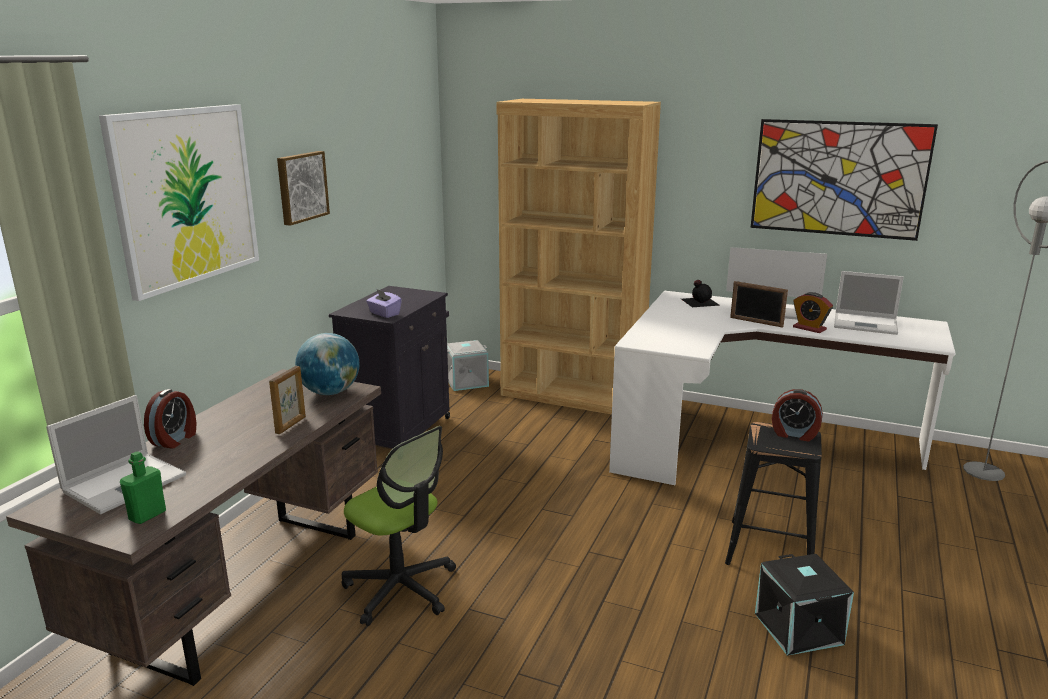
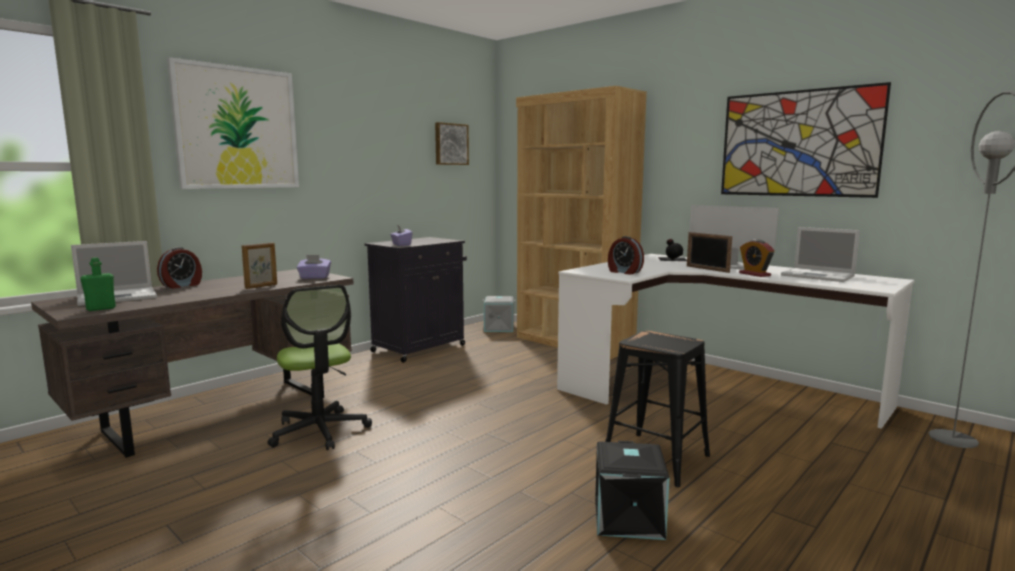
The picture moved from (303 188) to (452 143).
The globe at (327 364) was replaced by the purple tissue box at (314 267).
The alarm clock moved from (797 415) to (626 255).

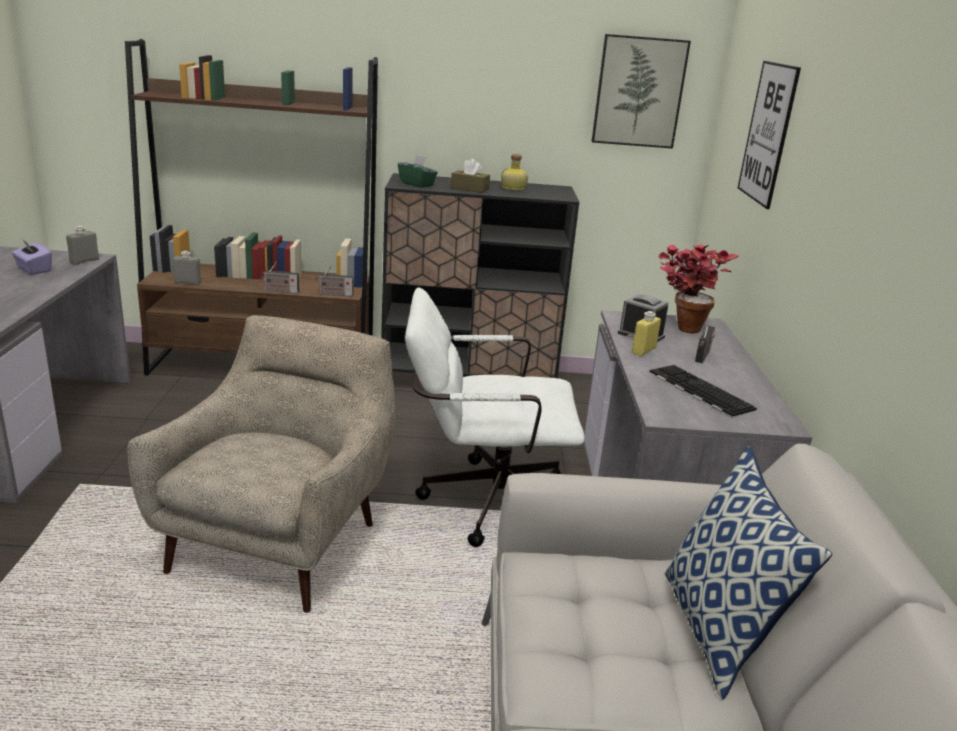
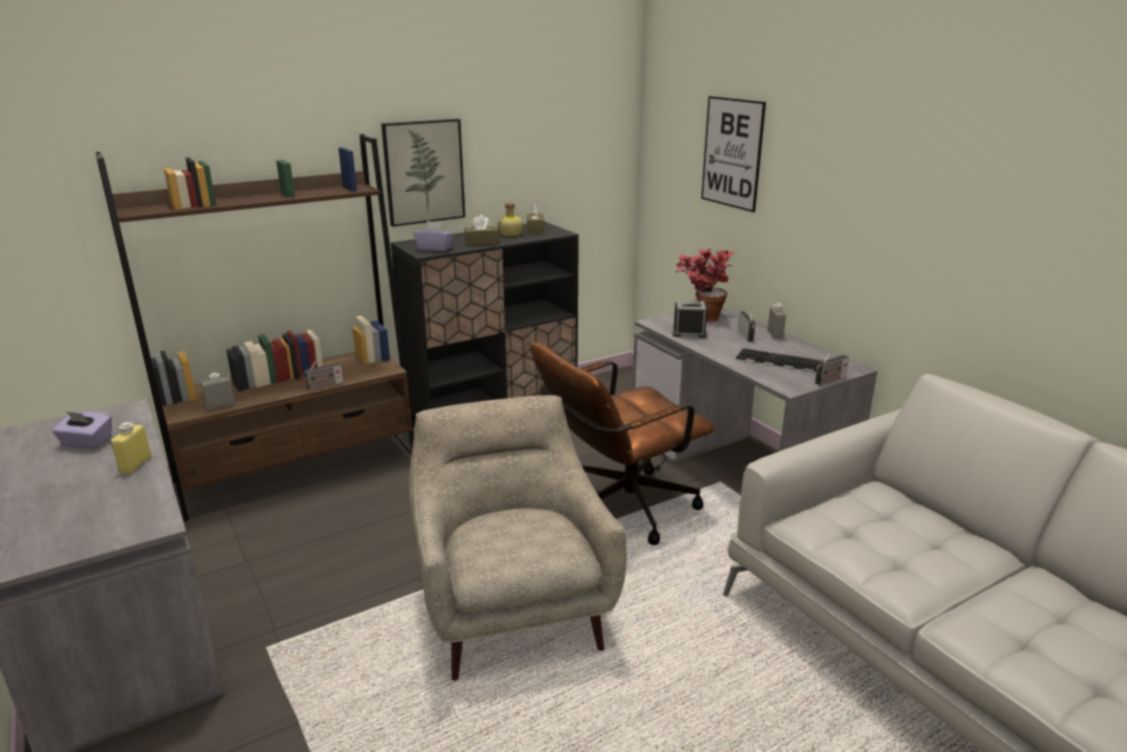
The grey bottle moved from (82 245) to (777 321).
The radio moved from (334 280) to (832 367).
The green tissue box at (418 171) became the purple tissue box at (433 236).
The white office chair at (495 417) became the brown office chair at (622 443).
The picture moved from (641 91) to (423 173).
The yellow bottle moved from (646 333) to (131 448).
The pillow at (748 573) disappeared.
The brown tissue box at (535 219) appeared.

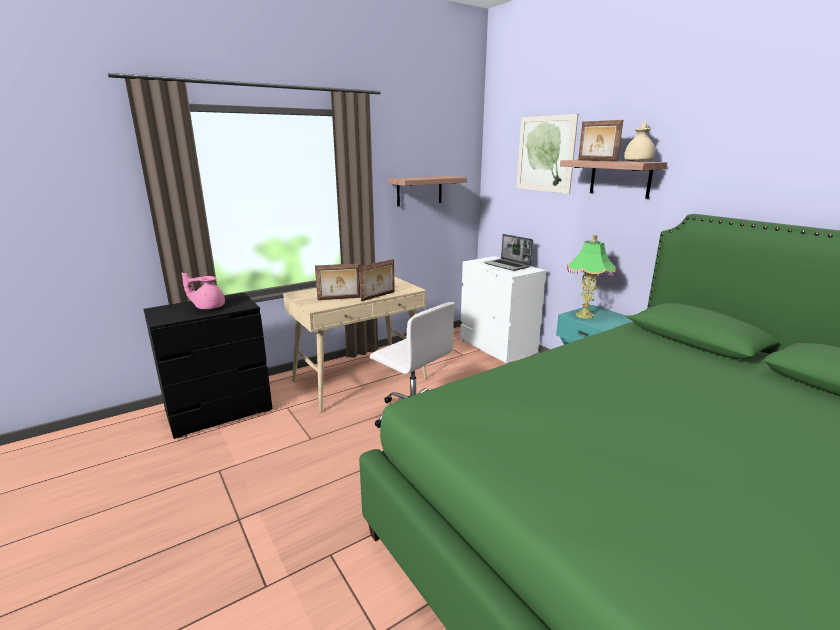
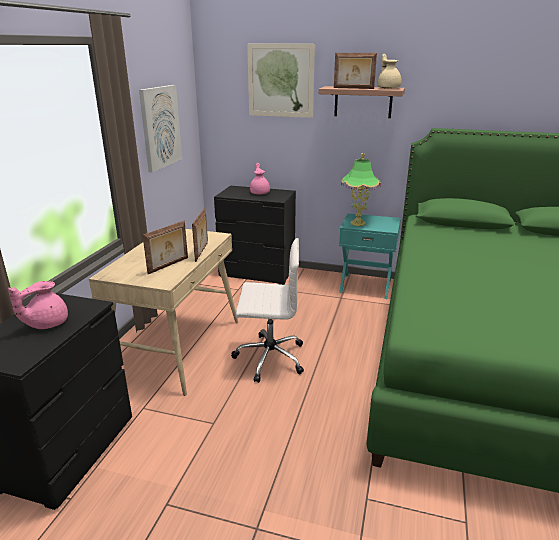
The shelf at (427 191) was replaced by the picture at (160 129).
The white dresser at (503 310) became the black dresser at (255 235).
The laptop at (508 252) was replaced by the pink teapot at (260 179).

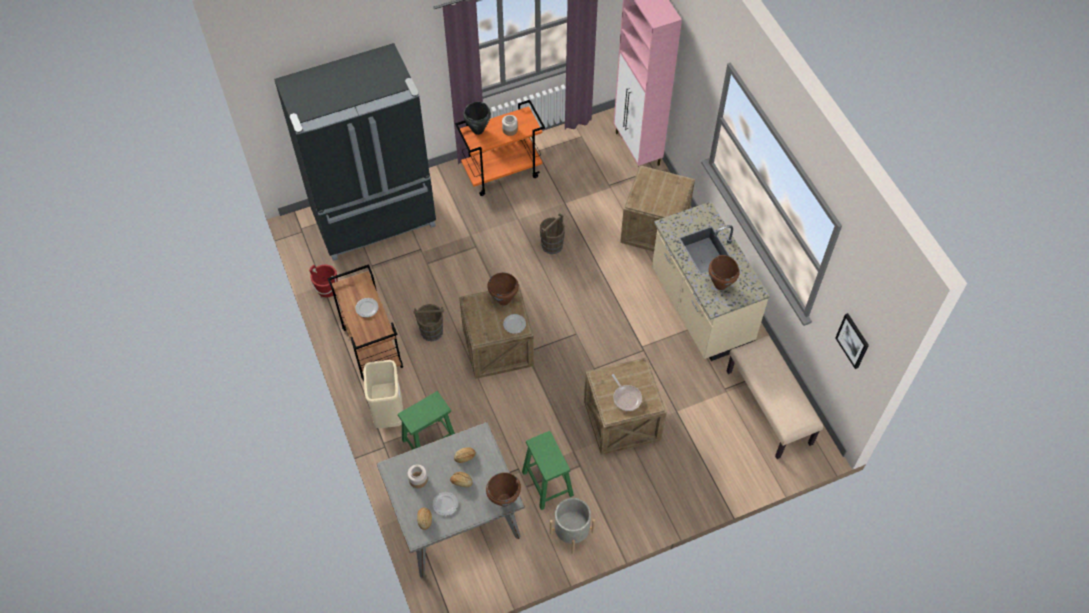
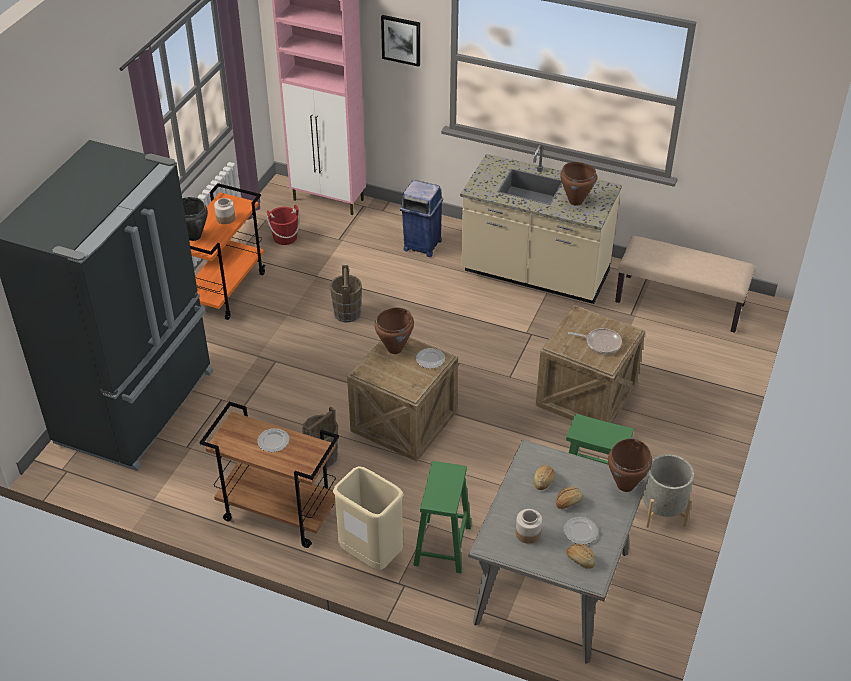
The red bucket moved from (323 281) to (283 225).
The crate at (657 208) was replaced by the blue trash can at (421 218).
The picture moved from (852 341) to (400 41).

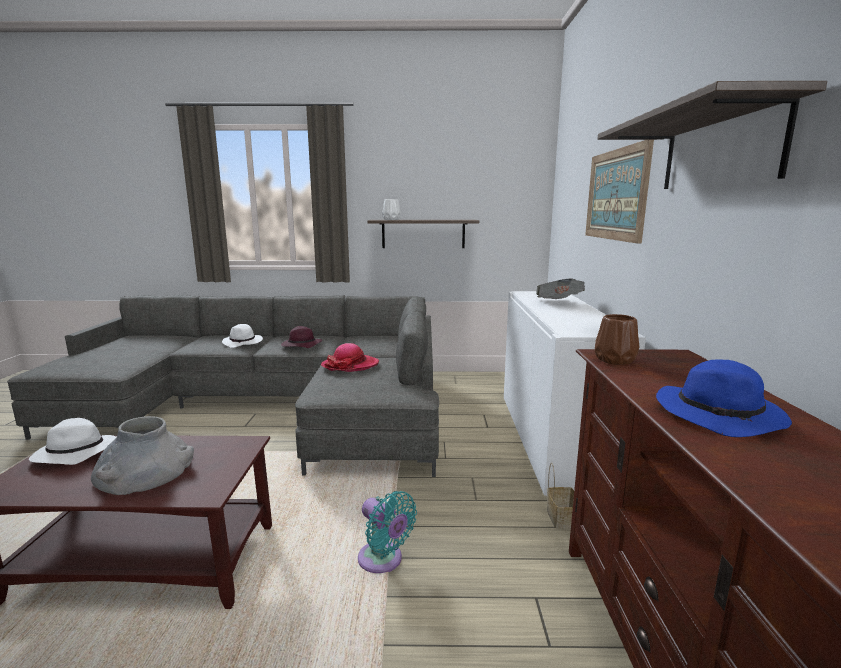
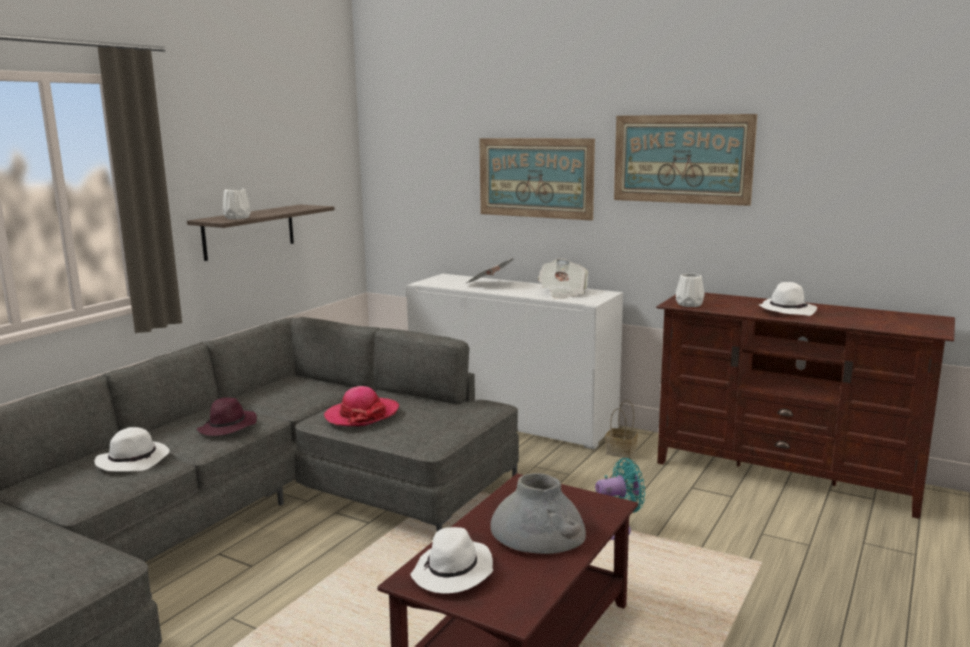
The brown vase at (617 339) became the white vase at (690 290).
The shelf at (712 135) was replaced by the picture at (685 160).
The blue hat at (724 398) became the white hat at (788 299).
The newspaper at (563 279) appeared.

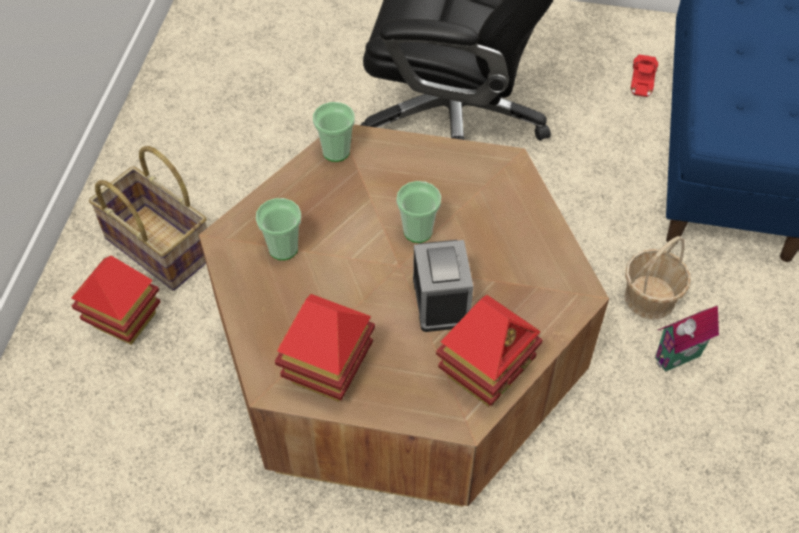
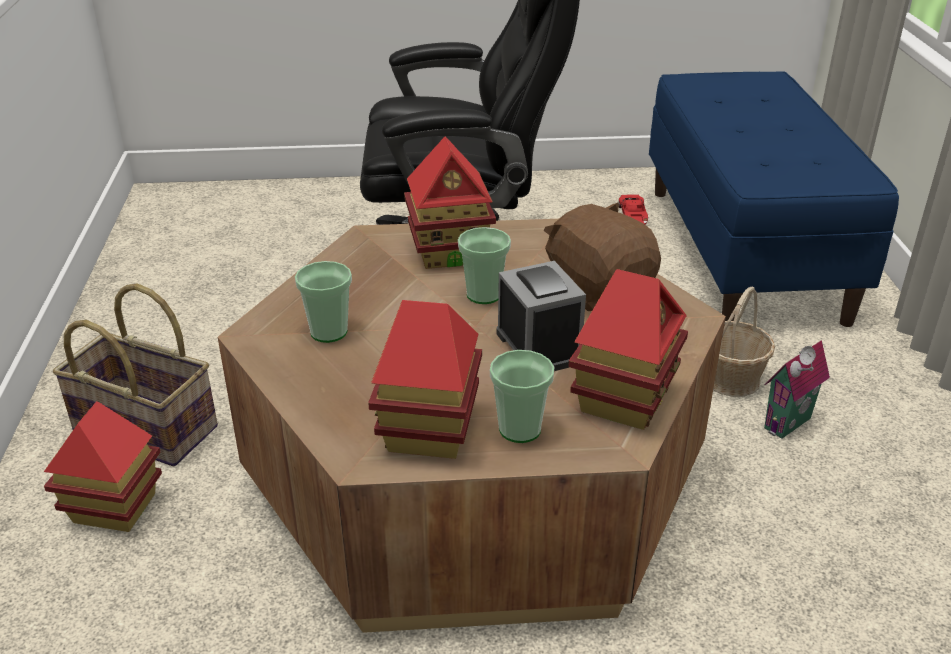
The cup moved from (334 132) to (522 396).
The toy house at (450 202) appeared.
The brown plush toy at (602 256) appeared.

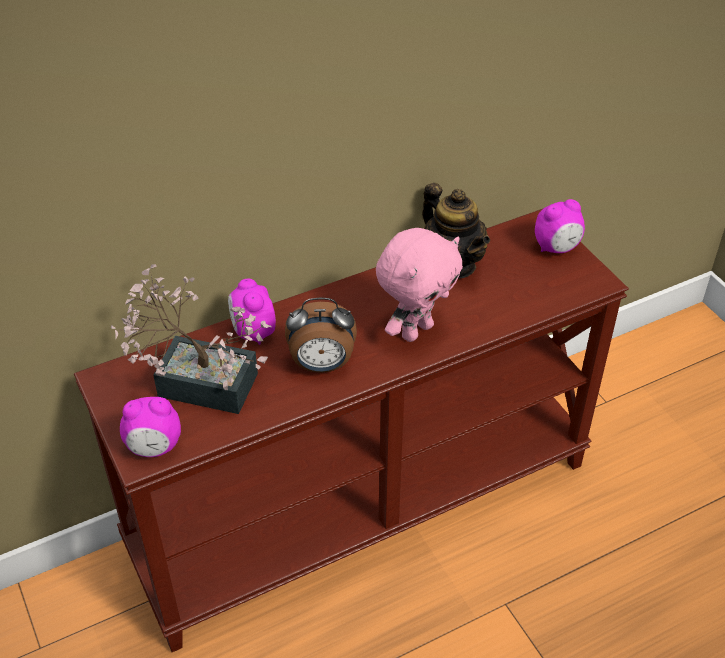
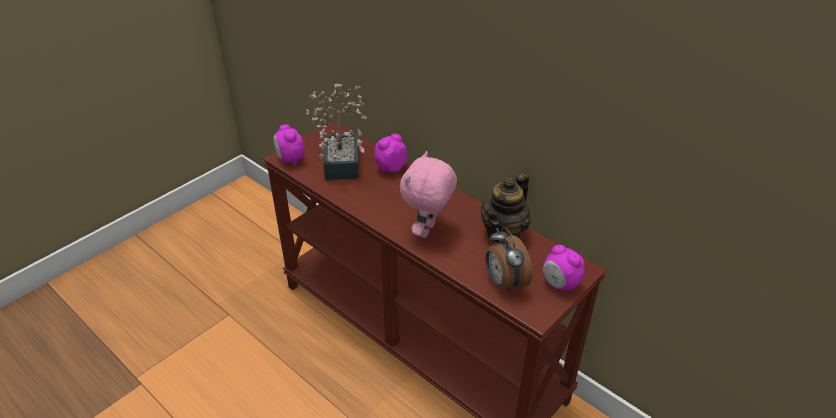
The alarm clock moved from (321 335) to (509 260).
The pink plush toy at (419 285) turned 90 degrees clockwise.

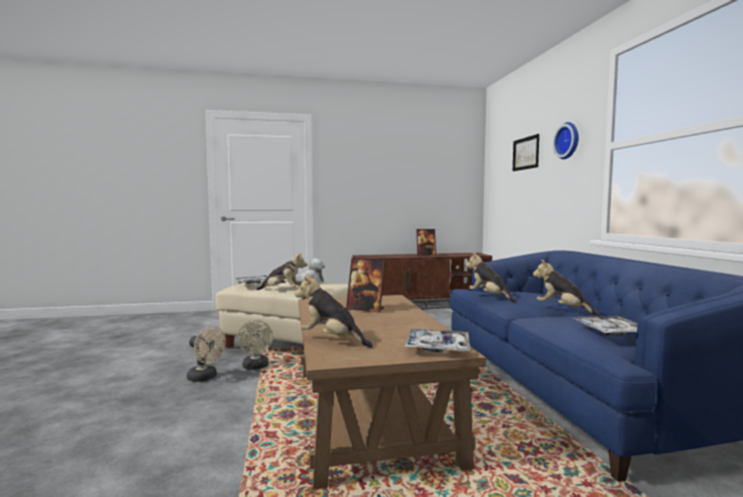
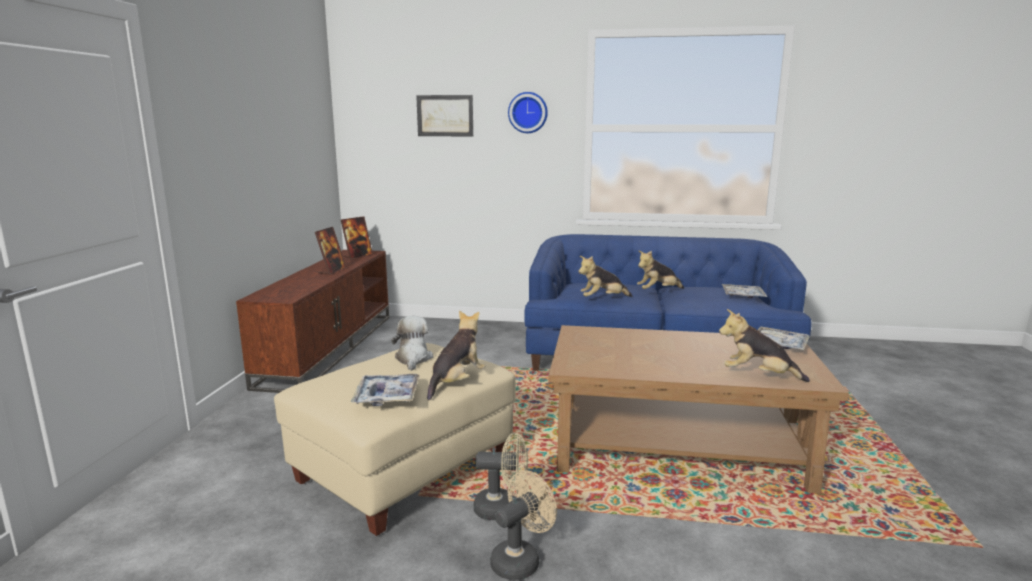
The plush toy at (334 311) turned 60 degrees clockwise.
The picture frame moved from (365 285) to (357 237).

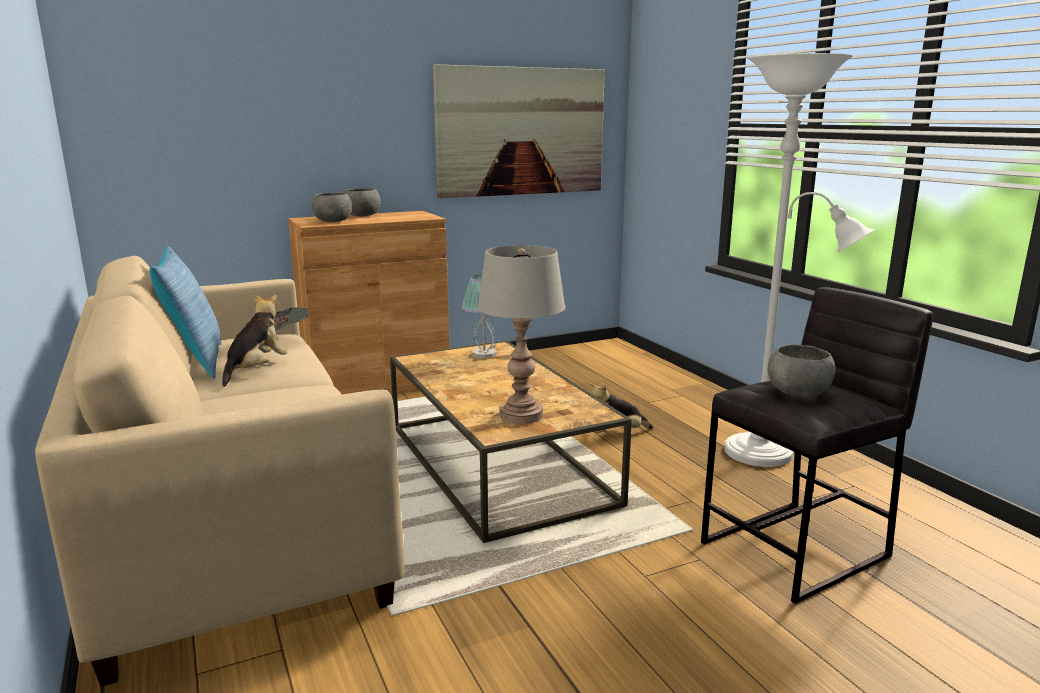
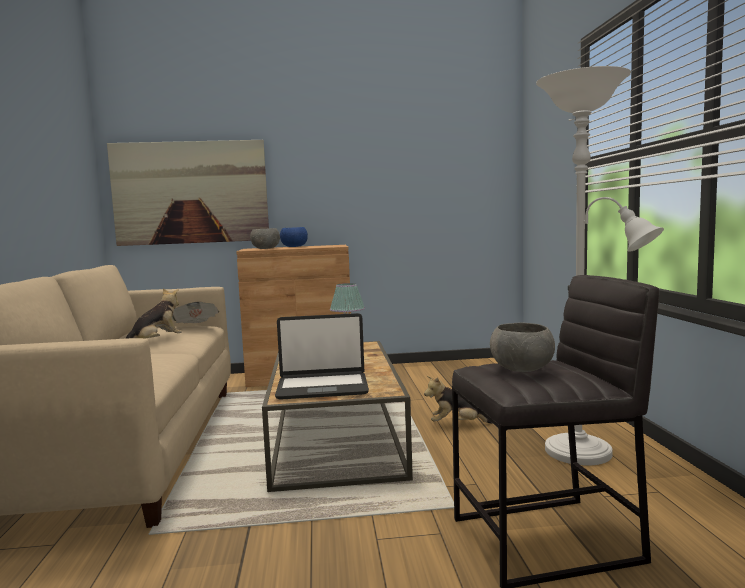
The pillow at (186 312) disappeared.
The grey bowl at (362 202) became the blue bowl at (294 237).
The picture moved from (519 131) to (188 193).
The grey table lamp at (521 334) was replaced by the laptop at (322 356).

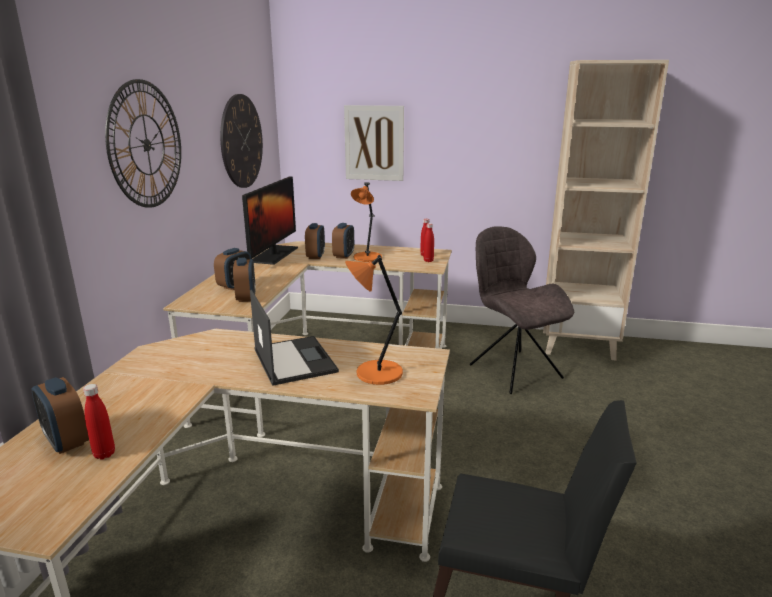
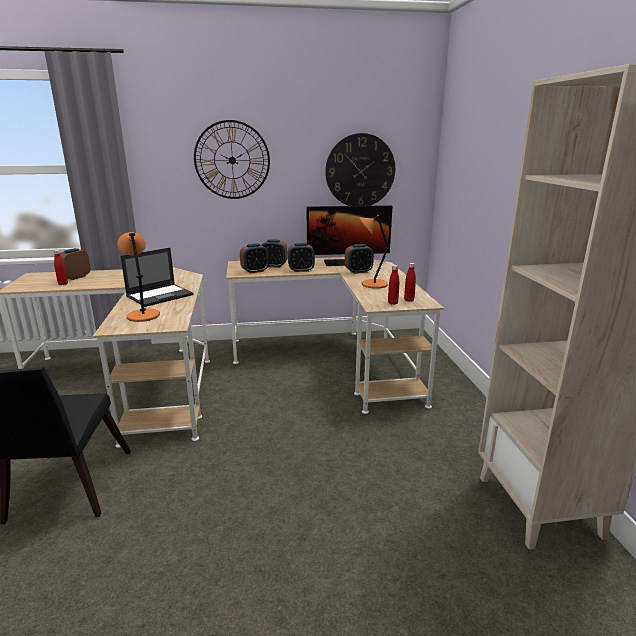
The alarm clock moved from (343 241) to (301 257).
The picture at (374 143) disappeared.
The grey chair at (522 310) disappeared.

